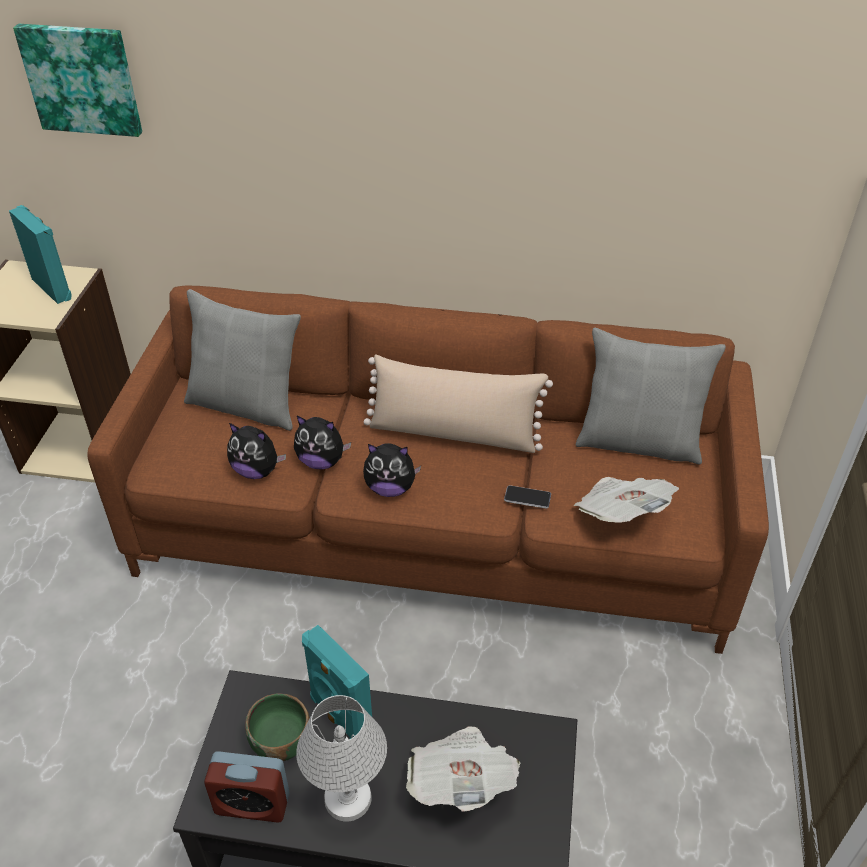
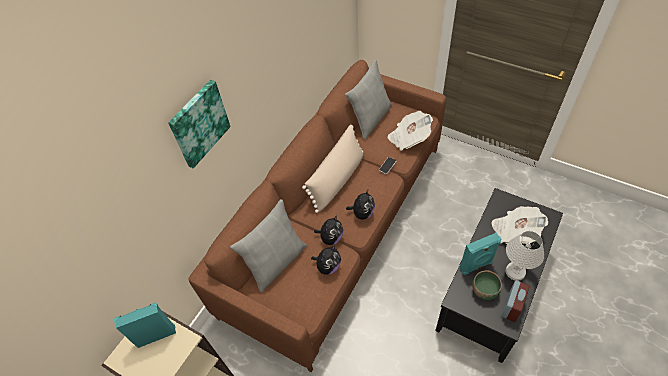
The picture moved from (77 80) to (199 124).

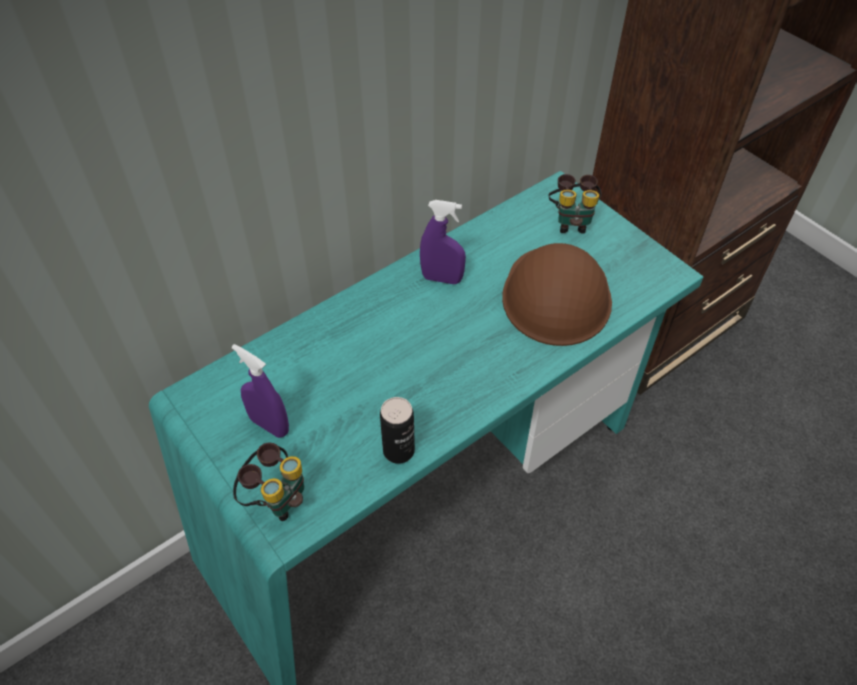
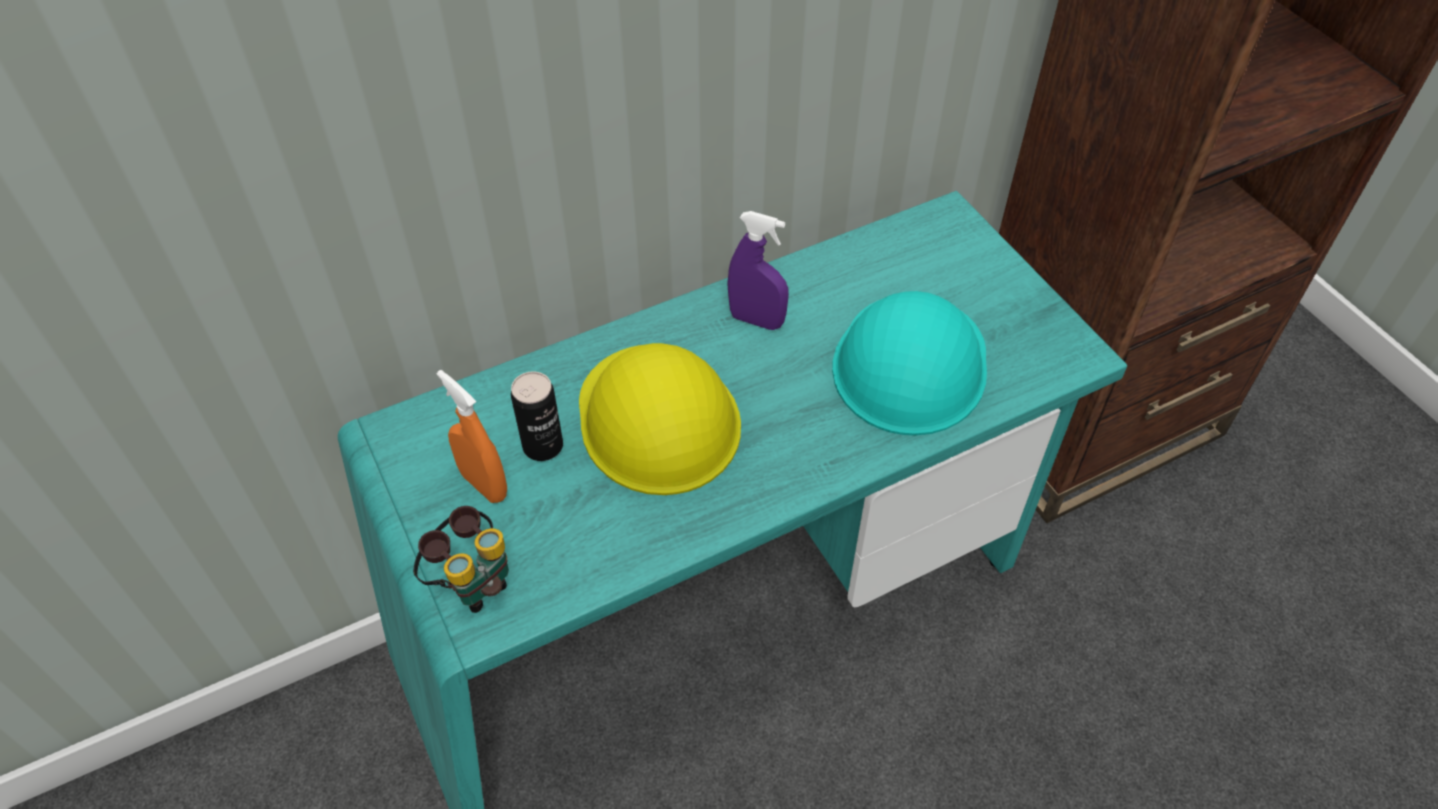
The purple spray bottle at (260 391) became the orange spray bottle at (472 436).
The can moved from (397 430) to (537 416).
The brown hard hat at (557 294) became the turquoise hard hat at (909 363).
The binoculars at (575 204) disappeared.
The yellow hard hat at (660 419) appeared.

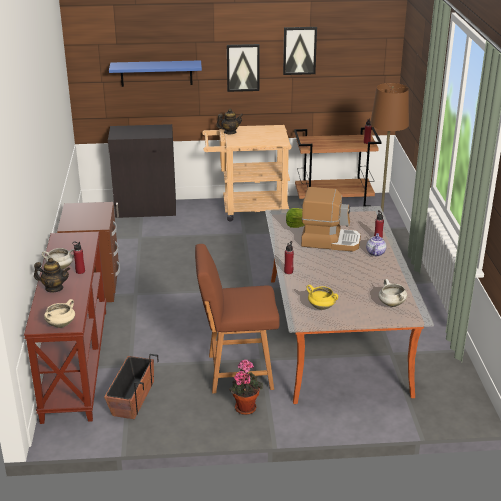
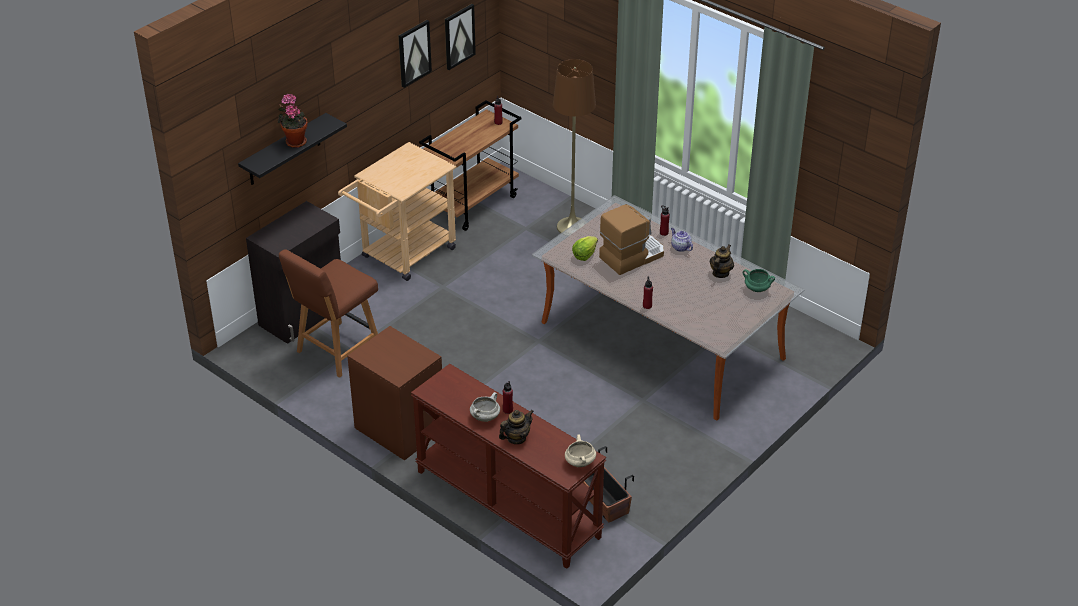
The blue shelf at (155 73) became the black shelf at (292 149).
The brown chair moved from (237 319) to (328 313).
The teapot moved from (229 121) to (722 261).
The picture moved from (243 68) to (460 37).
The potted plant moved from (246 387) to (292 121).
The yellow cooking pot at (322 297) disappeared.
The white cooking pot at (392 293) became the green cooking pot at (759 280).

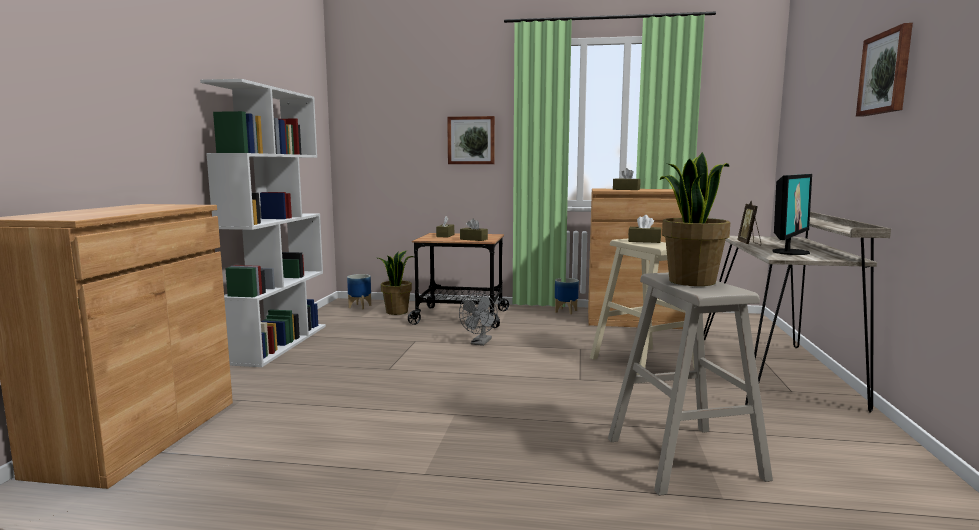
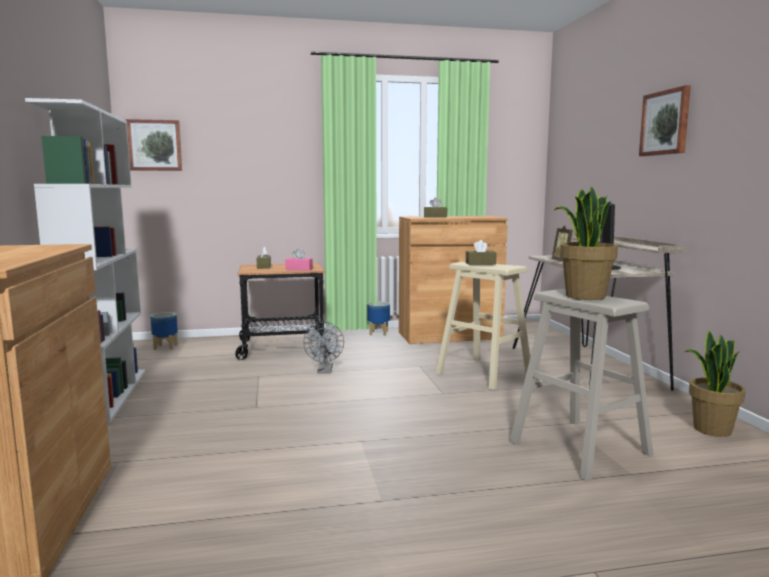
The potted plant moved from (396 283) to (715 384).
The picture moved from (471 140) to (154 145).
The brown tissue box at (474 230) became the pink tissue box at (299 259).

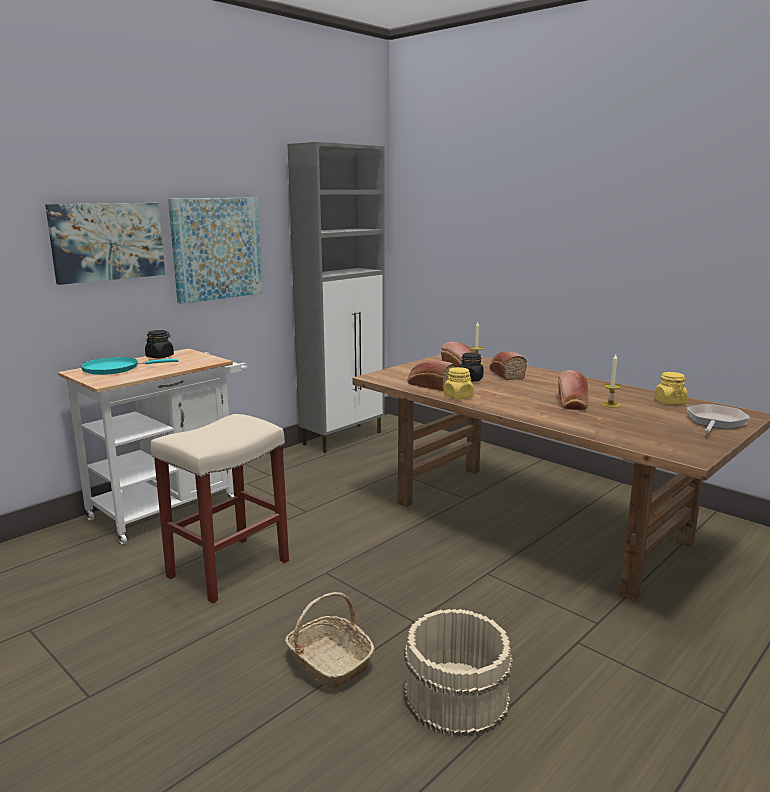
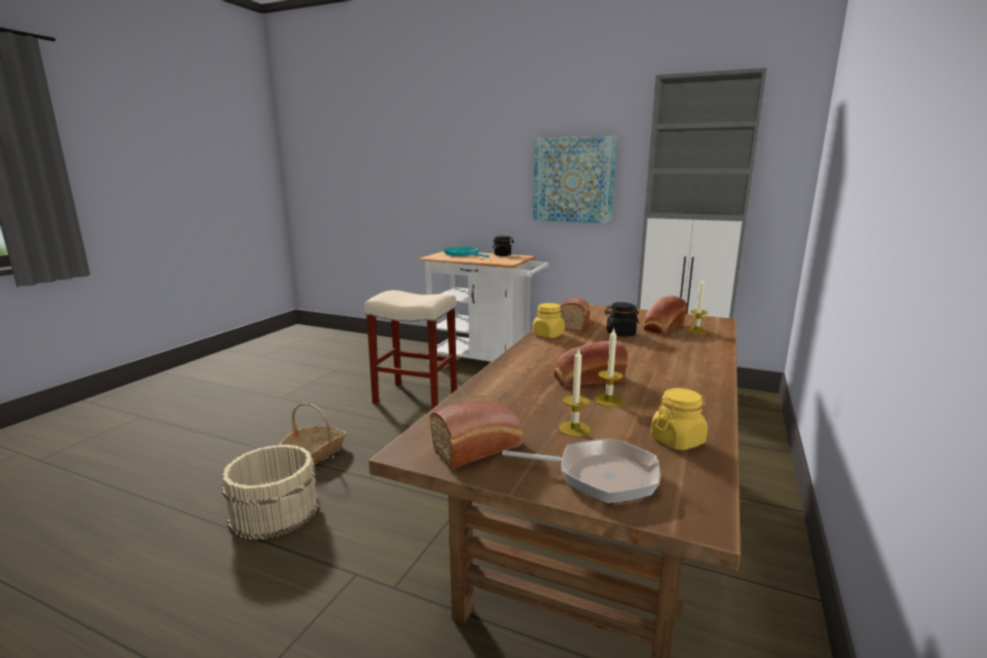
The picture at (105 244) disappeared.
The bread moved from (508 365) to (477 435).
The candle at (575 392) appeared.

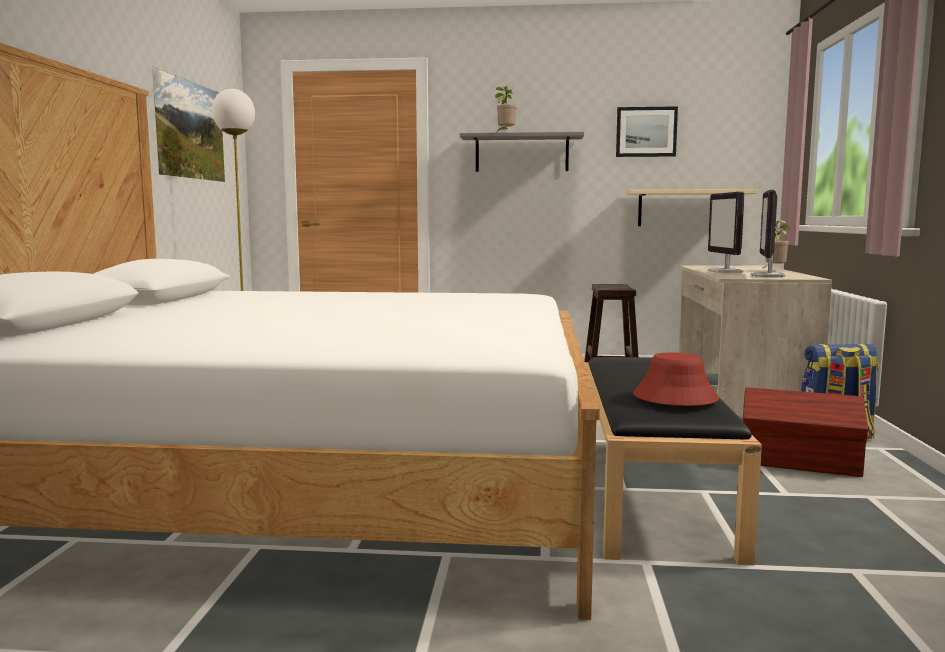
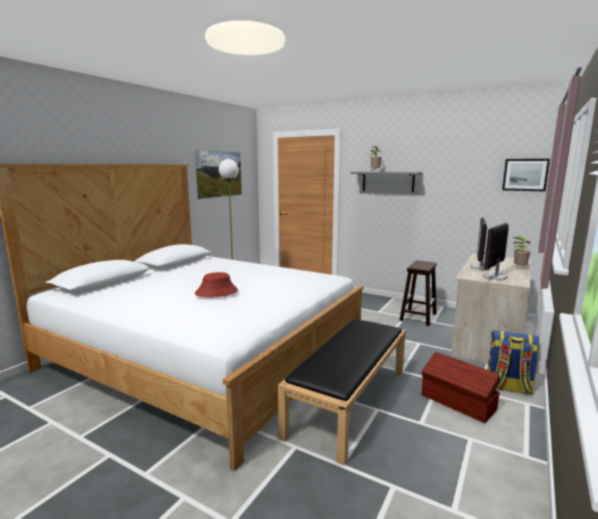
The picture moved from (647 131) to (526 175).
The beige shelf at (692 207) disappeared.
The red hat moved from (676 379) to (216 285).

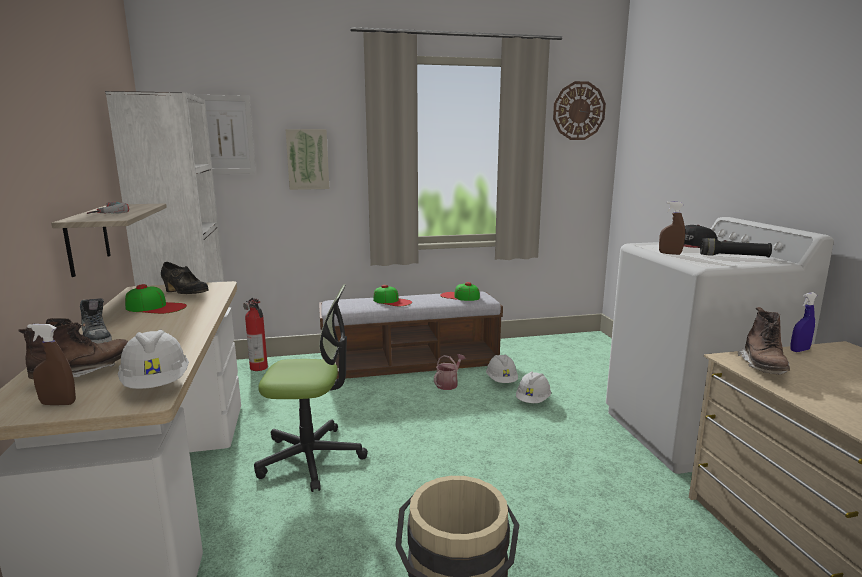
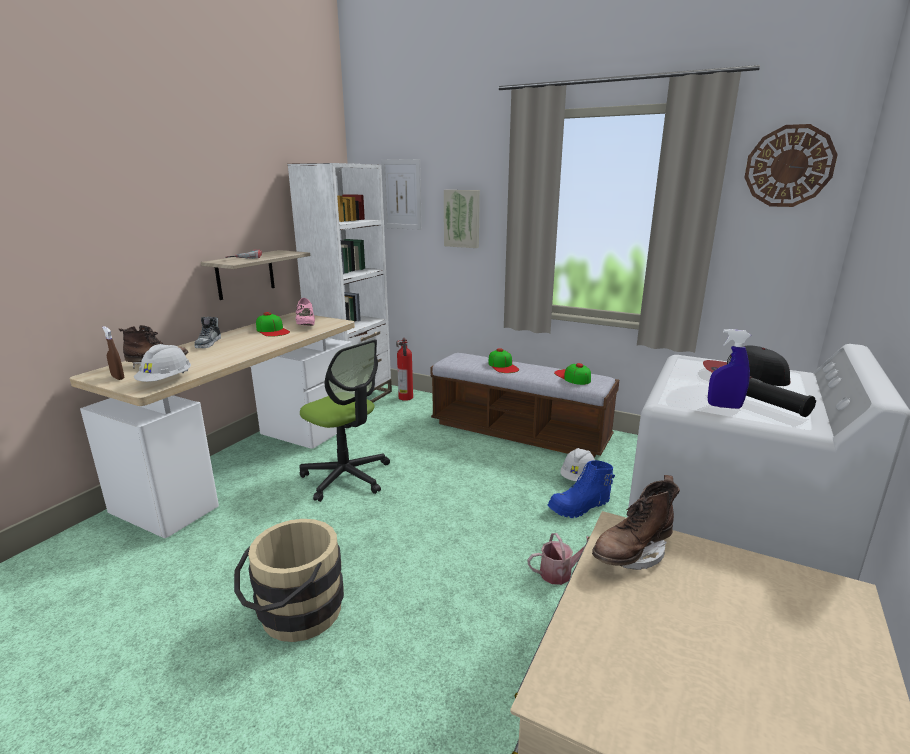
The black shoe at (185 278) became the pink shoe at (305 312).
The watering can moved from (449 372) to (558 559).
The white hard hat at (533 387) was replaced by the blue boot at (581 489).
The brown spray bottle at (672 228) disappeared.
The blue spray bottle moved from (803 322) to (729 369).

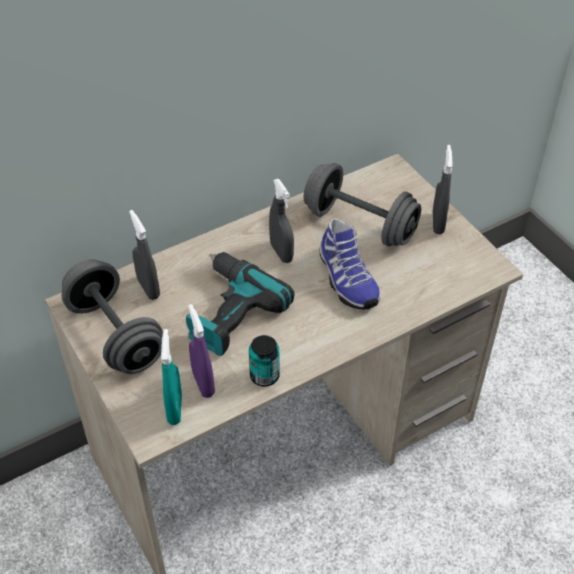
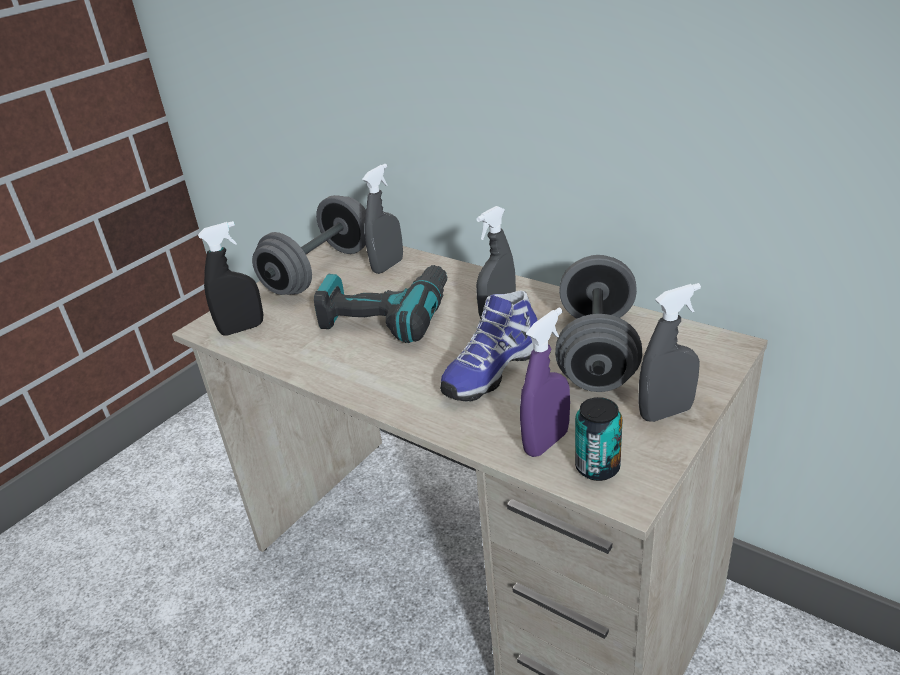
The turquoise spray bottle at (171 377) became the black spray bottle at (230 278).
The purple spray bottle moved from (201 351) to (545 382).
The can moved from (264 361) to (599 439).

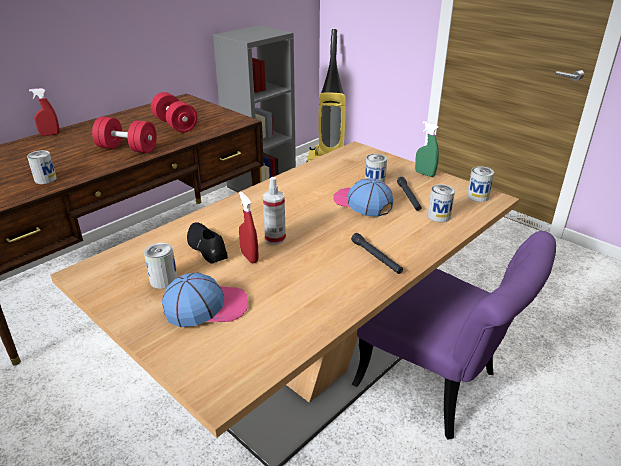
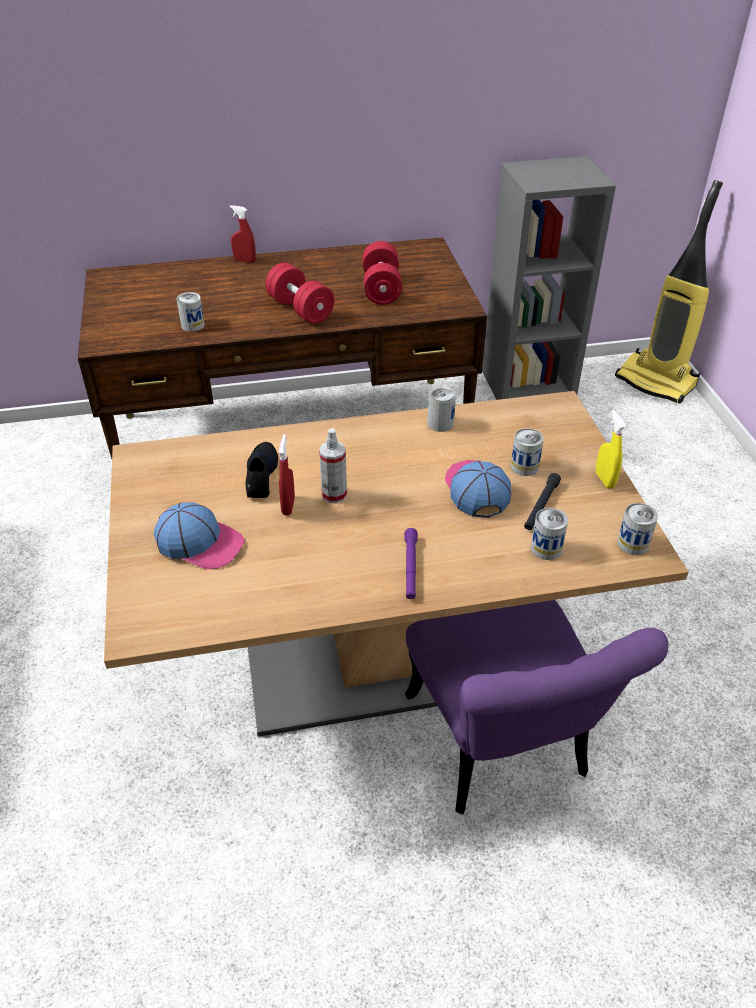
The can moved from (160 266) to (441 409).
The black flashlight at (377 253) became the purple flashlight at (411 563).
The green spray bottle at (427 149) became the yellow spray bottle at (611 449).

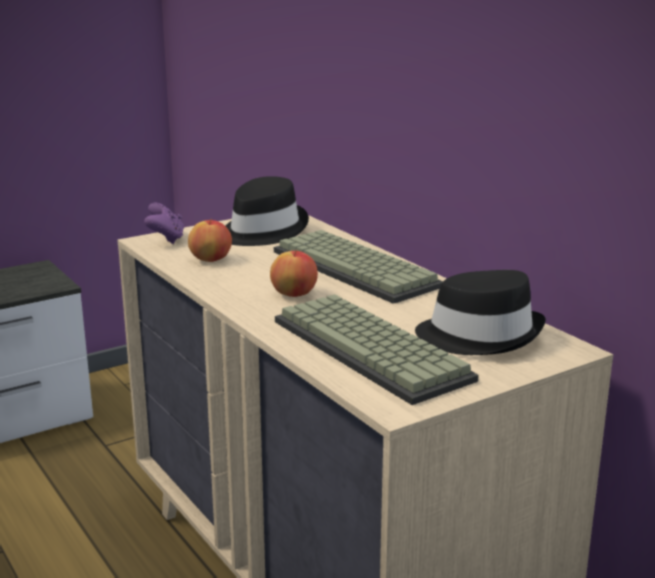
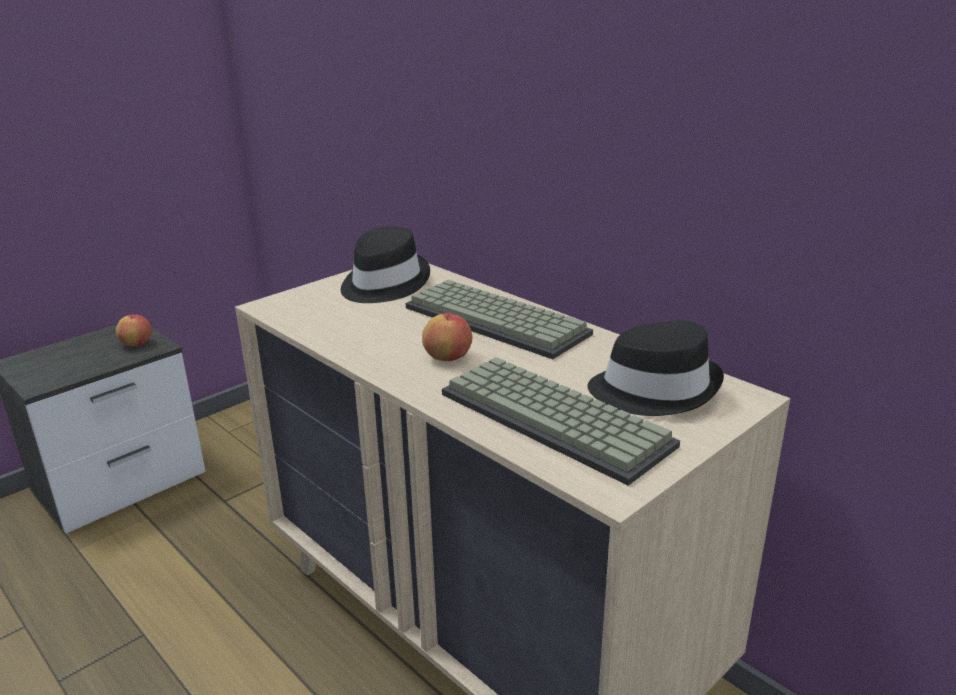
The purple game controller at (164 223) disappeared.
The apple moved from (210 240) to (134 330).

